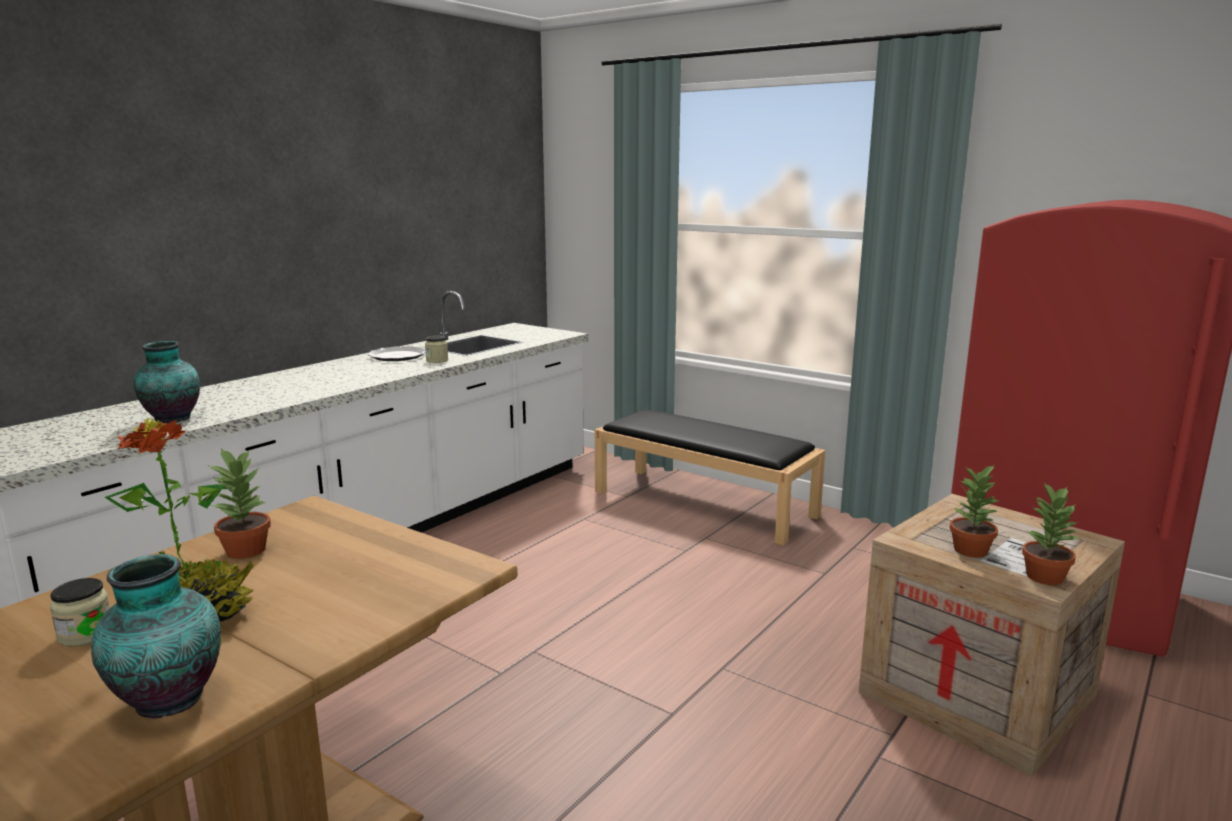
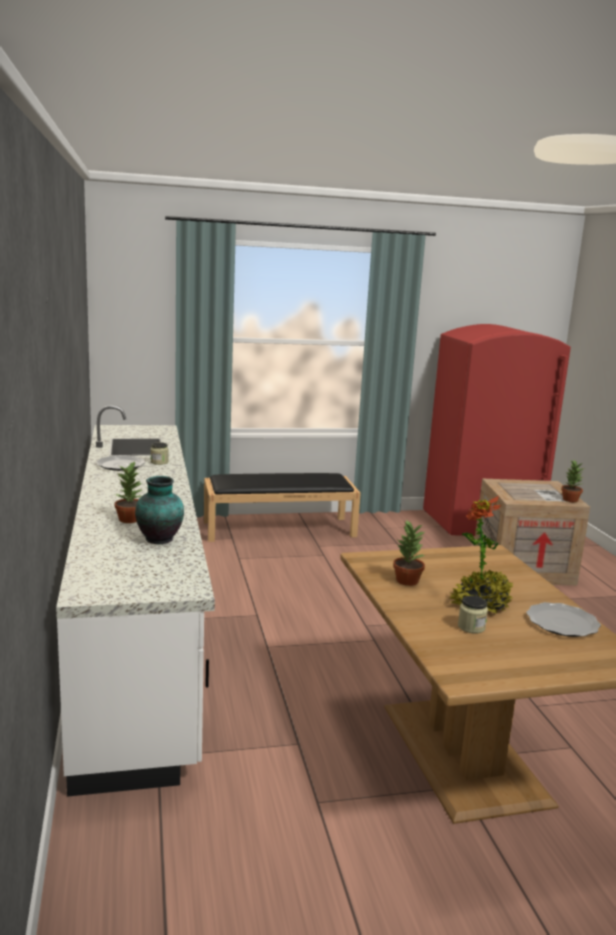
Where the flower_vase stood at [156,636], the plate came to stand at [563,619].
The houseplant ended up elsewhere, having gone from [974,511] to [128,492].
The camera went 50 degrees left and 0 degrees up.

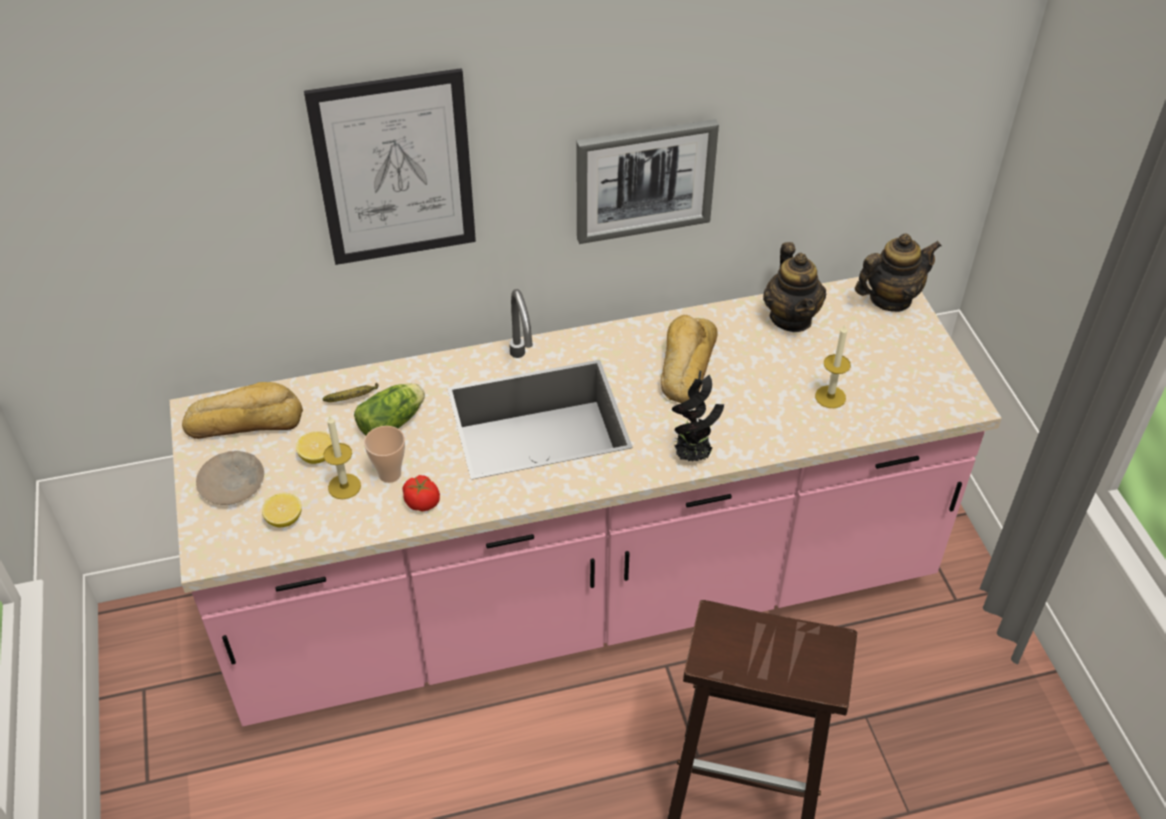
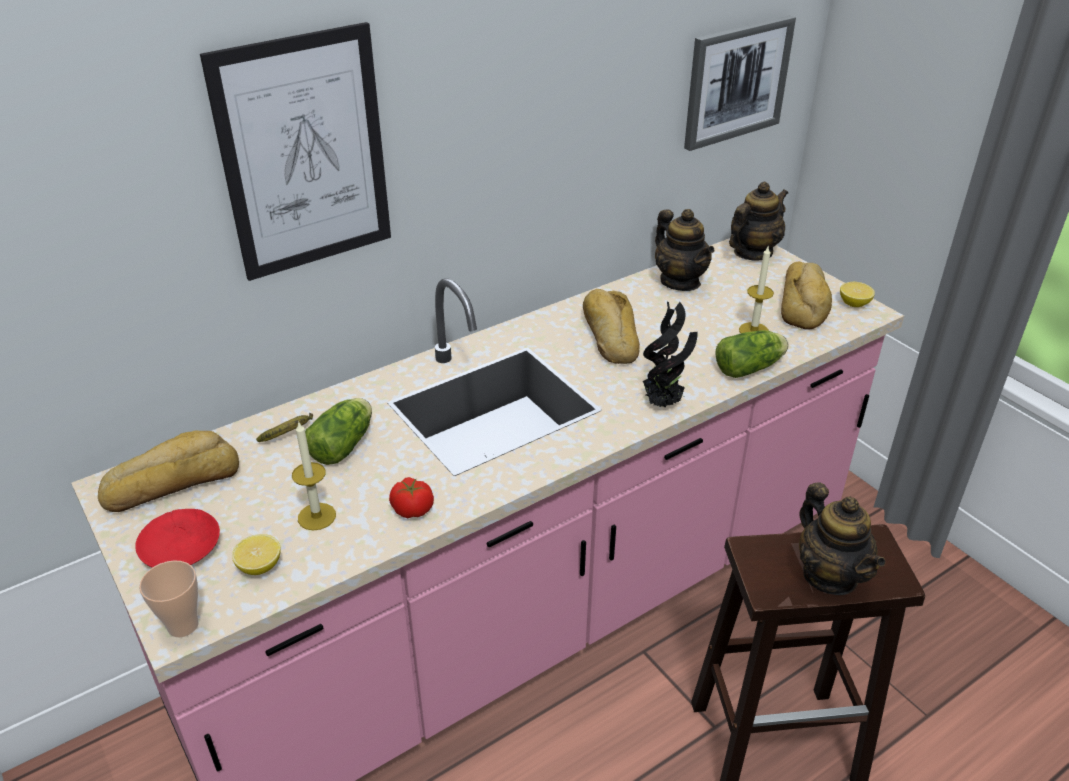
What was the sand-coloured_plate at [230,478] turned into the red-coloured_plate at [177,538].
The citrus_fruit ended up elsewhere, having gone from [314,447] to [857,294].
The drinking_cup ended up elsewhere, having gone from [384,454] to [169,599].
The wall_art ended up elsewhere, having gone from [647,181] to [740,83].
The second view gained the lettuce_head at [752,354].
The second view gained the bread at [806,296].
The second view gained the pot_for_tea at [842,538].
The camera went 20 degrees left and 10 degrees down.

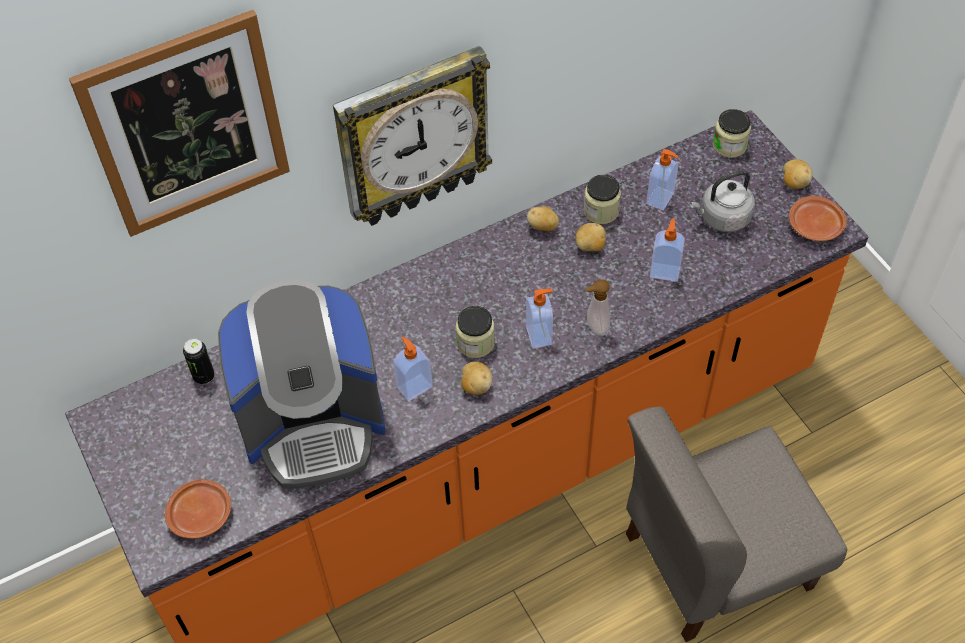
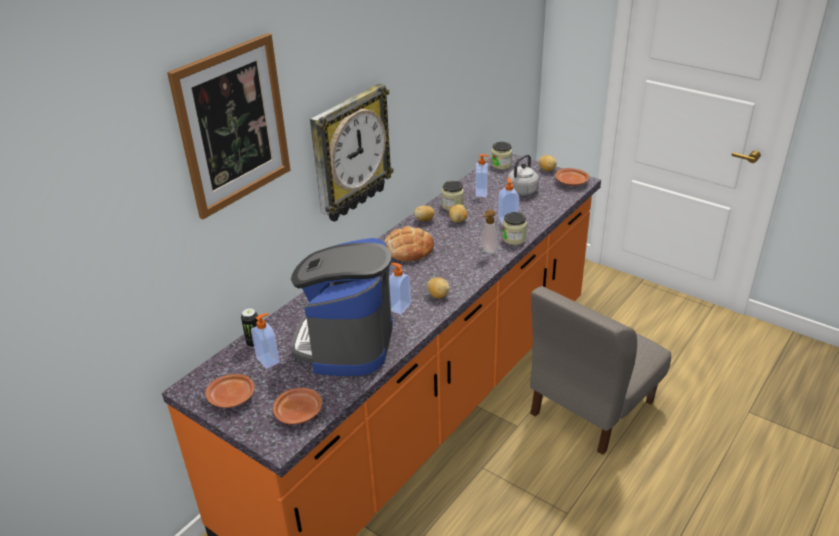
The coffee_brewer at [302,383] ended up facing another way, 135 degrees clockwise from before.
The storage_jar ended up elsewhere, having gone from [475,332] to [514,228].
The soap_bottle ended up elsewhere, having gone from [539,318] to [265,341].
The second view gained the brown-coloured_plate at [230,391].
The second view gained the bread at [409,244].
The camera went 25 degrees left and 20 degrees down.

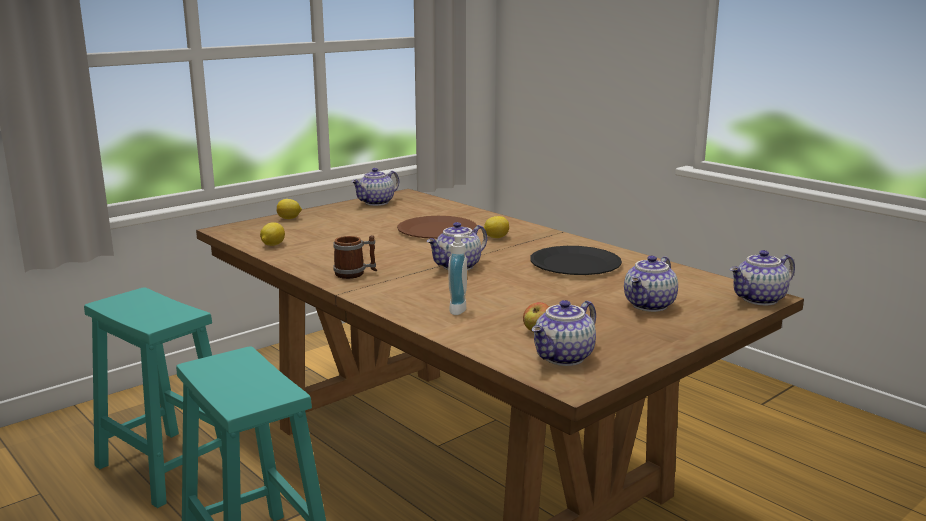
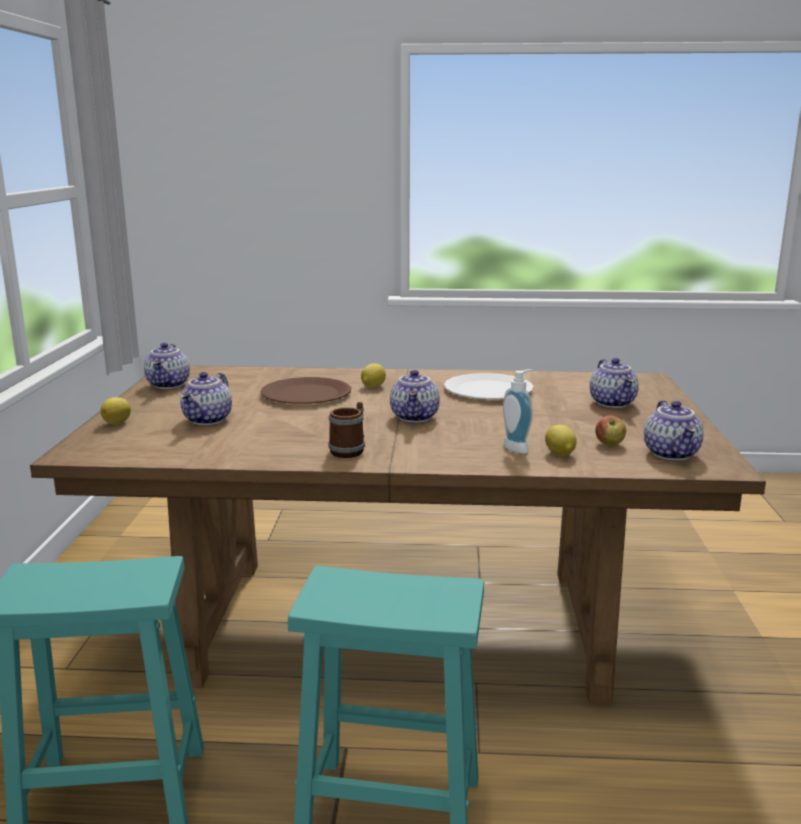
The citrus_fruit ended up elsewhere, having gone from [272,234] to [561,440].
What was the black-coloured_plate at [576,260] turned into the whitish_plate at [488,386].
The pot_for_tea ended up elsewhere, having gone from [762,277] to [206,398].
The camera went 45 degrees left and 0 degrees up.

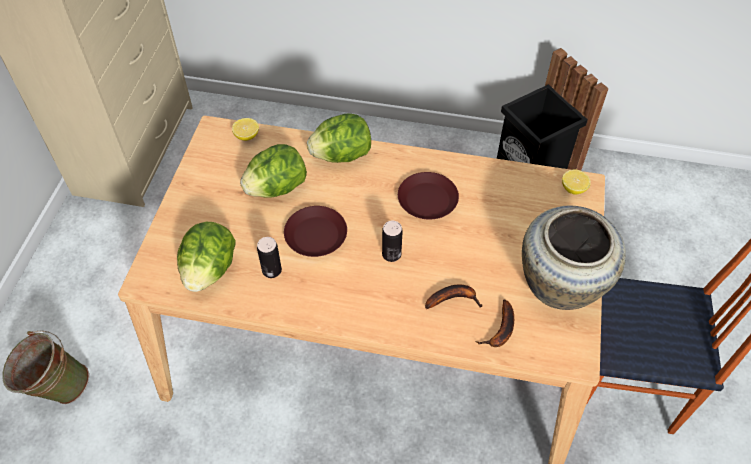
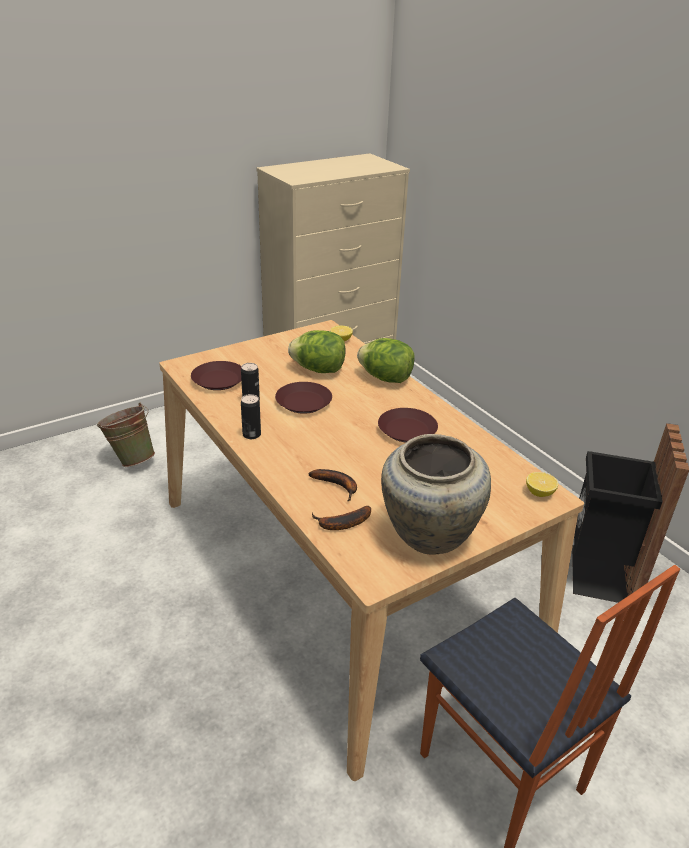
Where the lettuce_head stood at [206,257], the brown-coloured_plate came to stand at [216,375].
The metal_can ended up elsewhere, having gone from [392,241] to [251,416].
The camera went 45 degrees right and 20 degrees down.

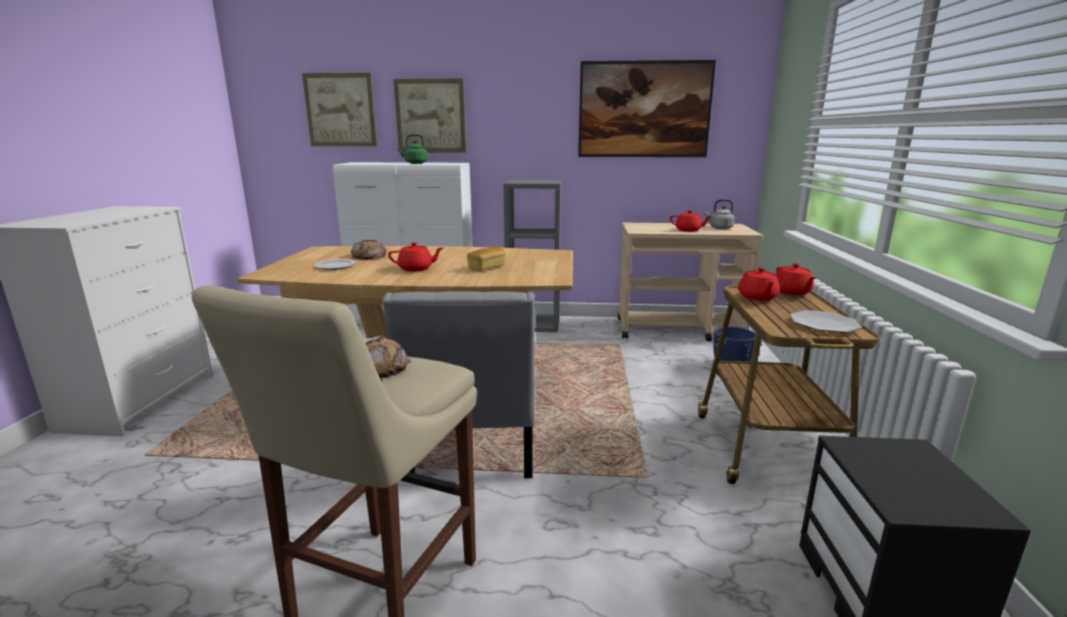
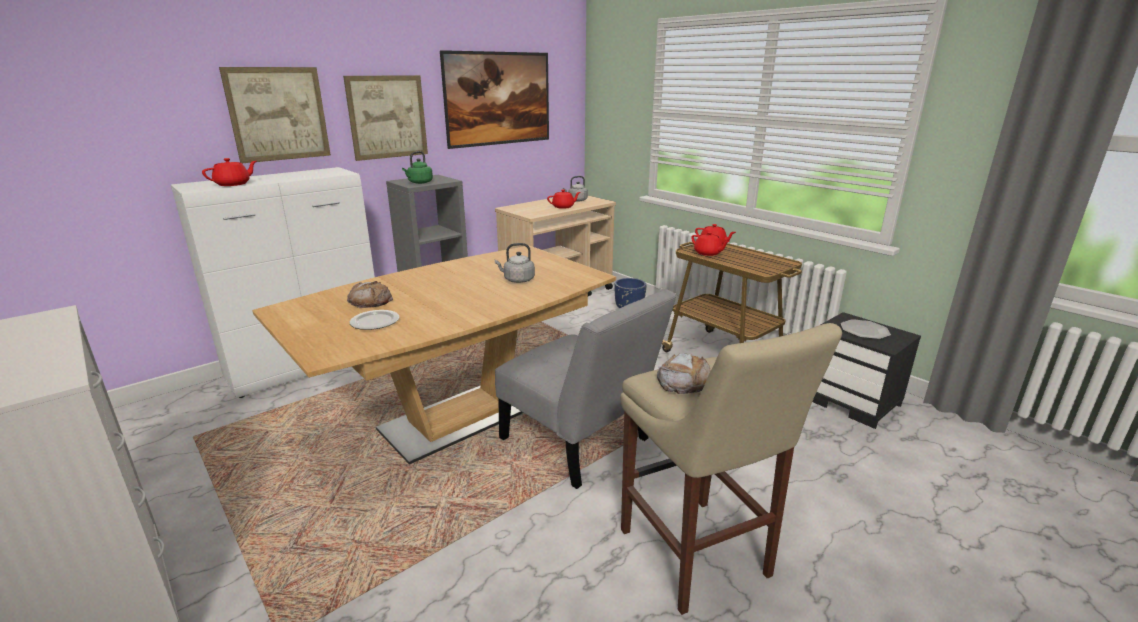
The wall_art ended up elsewhere, having gone from [339,109] to [385,118].
The red-coloured_pot_for_tea ended up elsewhere, having gone from [415,256] to [229,172].
The green_tea_kettle ended up elsewhere, having gone from [412,149] to [417,167].
Where the bread stood at [486,258], the gray_tea_kettle came to stand at [515,263].
The plate ended up elsewhere, having gone from [826,321] to [866,329].
The camera went 45 degrees left and 5 degrees up.

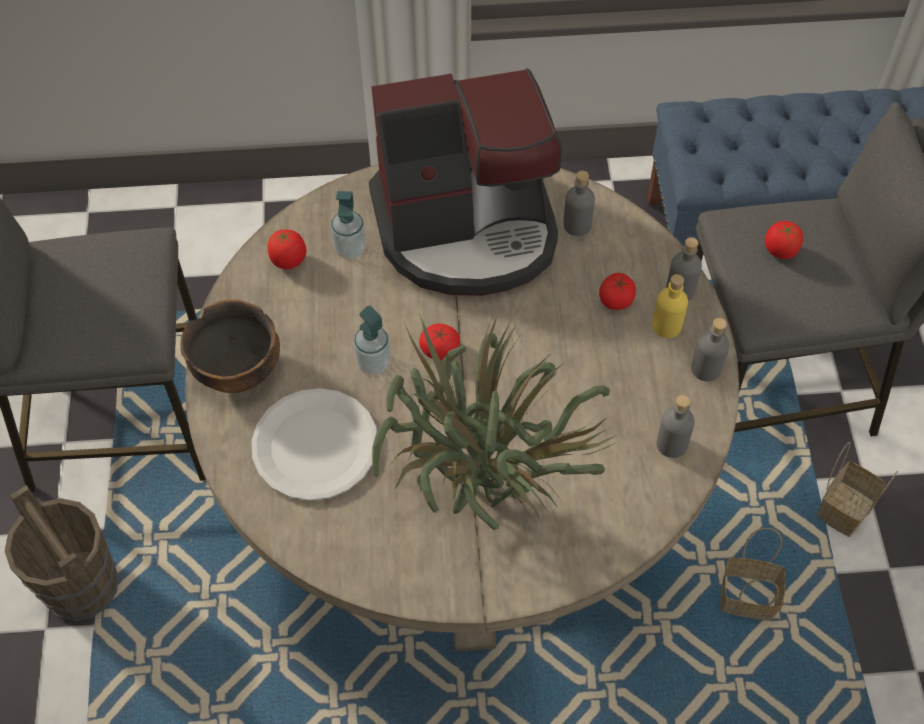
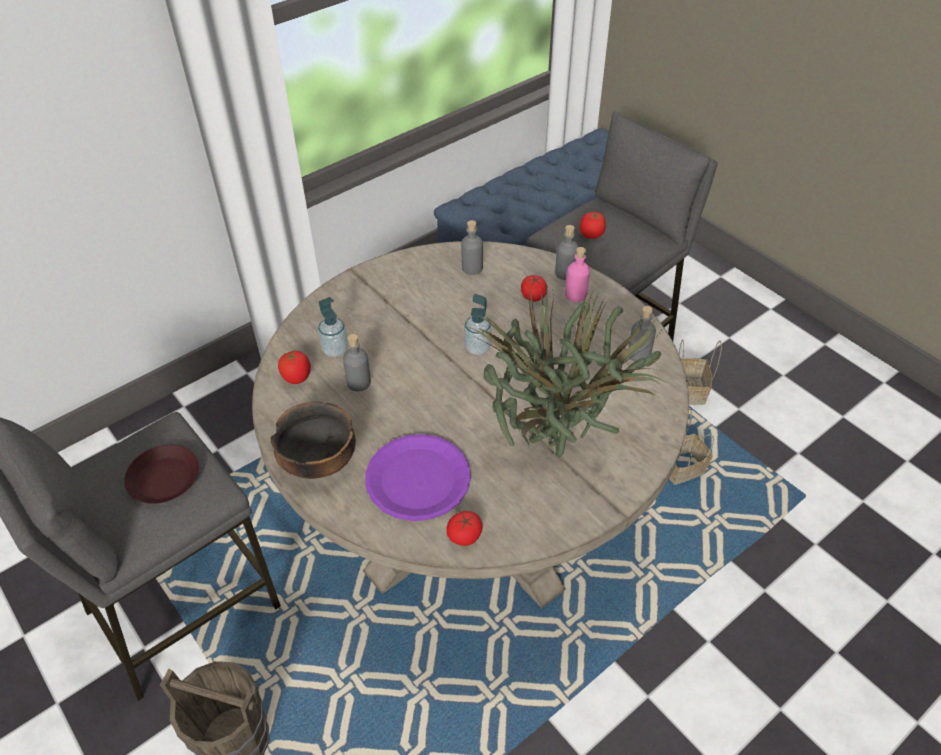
What was the whitish_plate at [314,444] turned into the purple-coloured_plate at [418,477].
The soap_bottle ended up elsewhere, having gone from [372,340] to [478,324].
The second view lost the coffee_brewer at [465,182].
The whole_tomato ended up elsewhere, having gone from [439,342] to [464,528].
What was the yellowish_bottle at [670,306] turned into the pink-coloured_bottle at [577,274].
The gray_bottle ended up elsewhere, having gone from [710,350] to [357,362].
The second view gained the brown-coloured_plate at [161,474].
The camera went 35 degrees left and 10 degrees down.

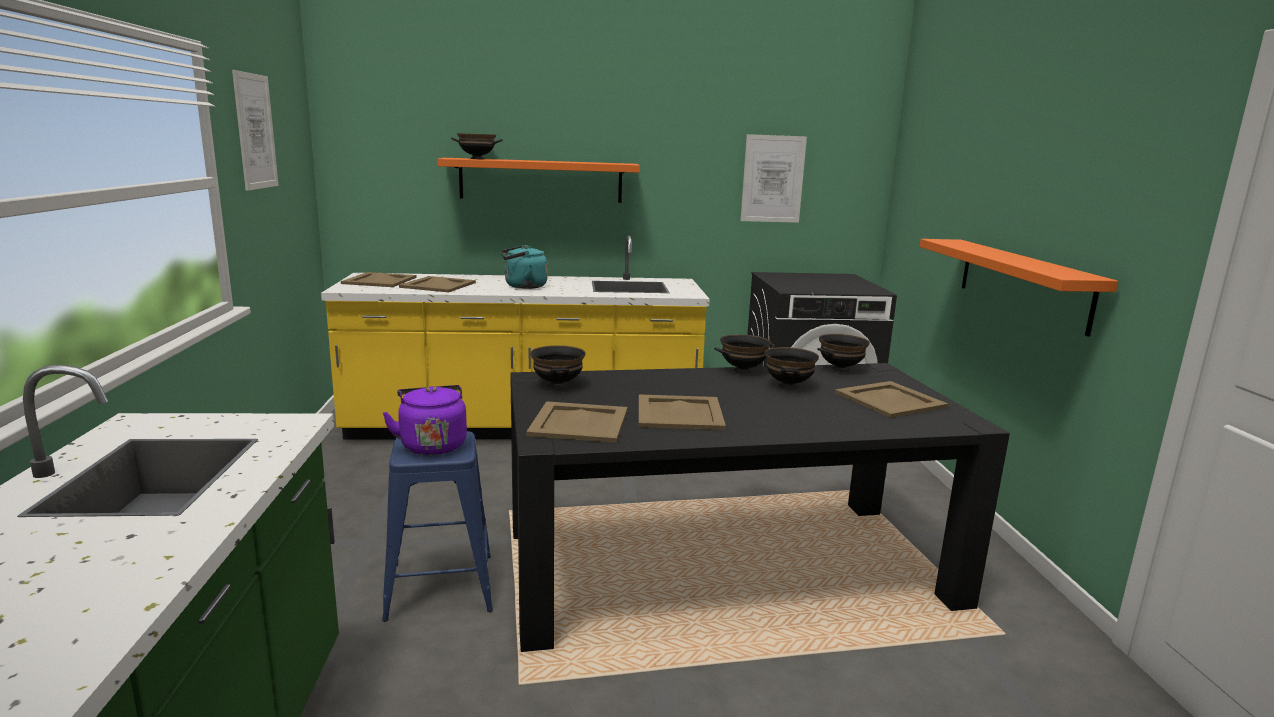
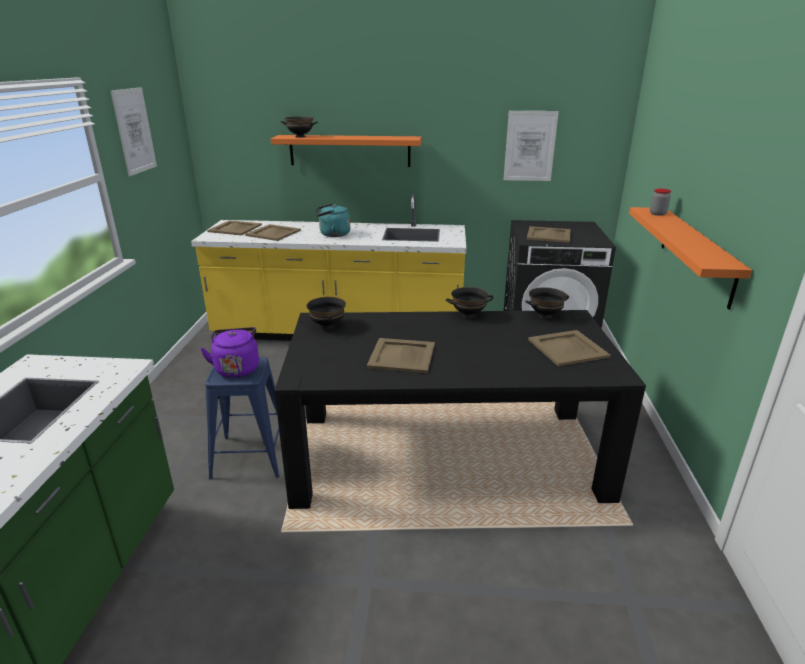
The sand-coloured_carrying_tray ended up elsewhere, having gone from [577,422] to [549,234].
The second view lost the black-coloured_serving_bowl at [792,368].
The second view gained the storage_jar at [660,202].
The camera went 10 degrees right and 10 degrees up.

